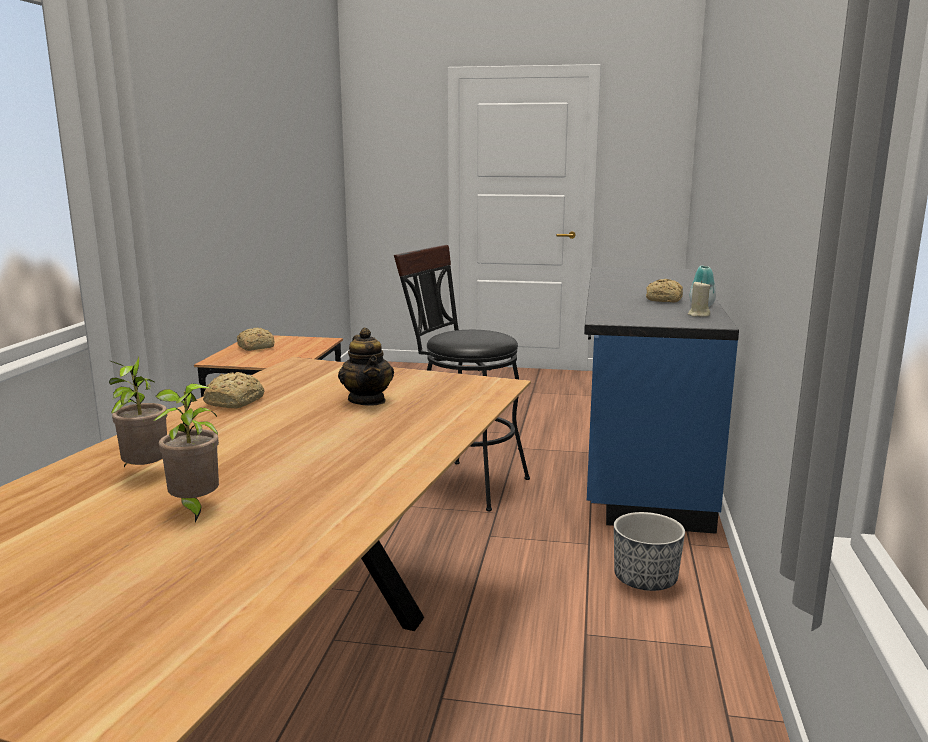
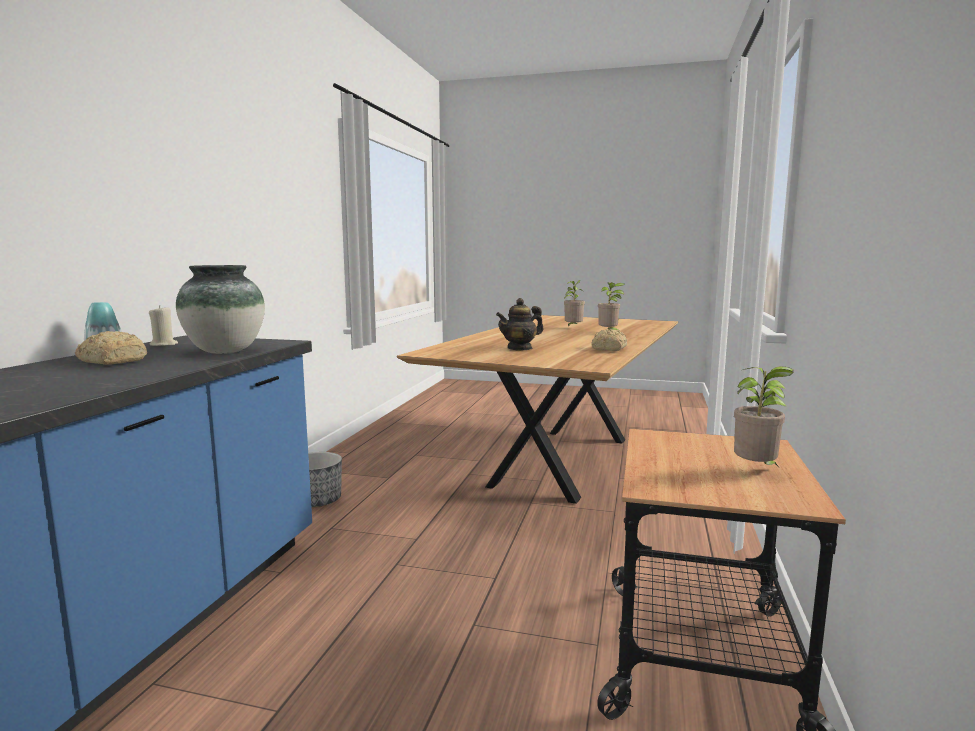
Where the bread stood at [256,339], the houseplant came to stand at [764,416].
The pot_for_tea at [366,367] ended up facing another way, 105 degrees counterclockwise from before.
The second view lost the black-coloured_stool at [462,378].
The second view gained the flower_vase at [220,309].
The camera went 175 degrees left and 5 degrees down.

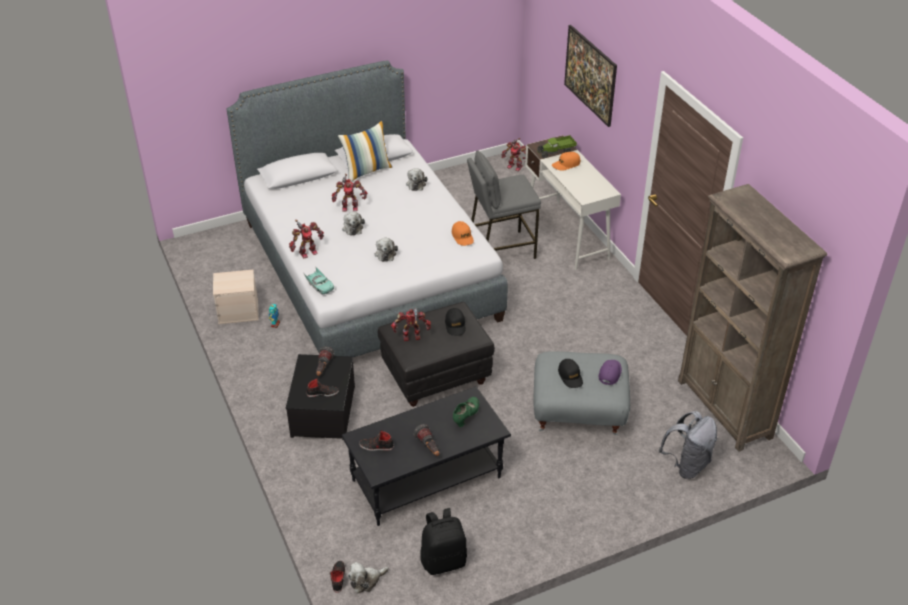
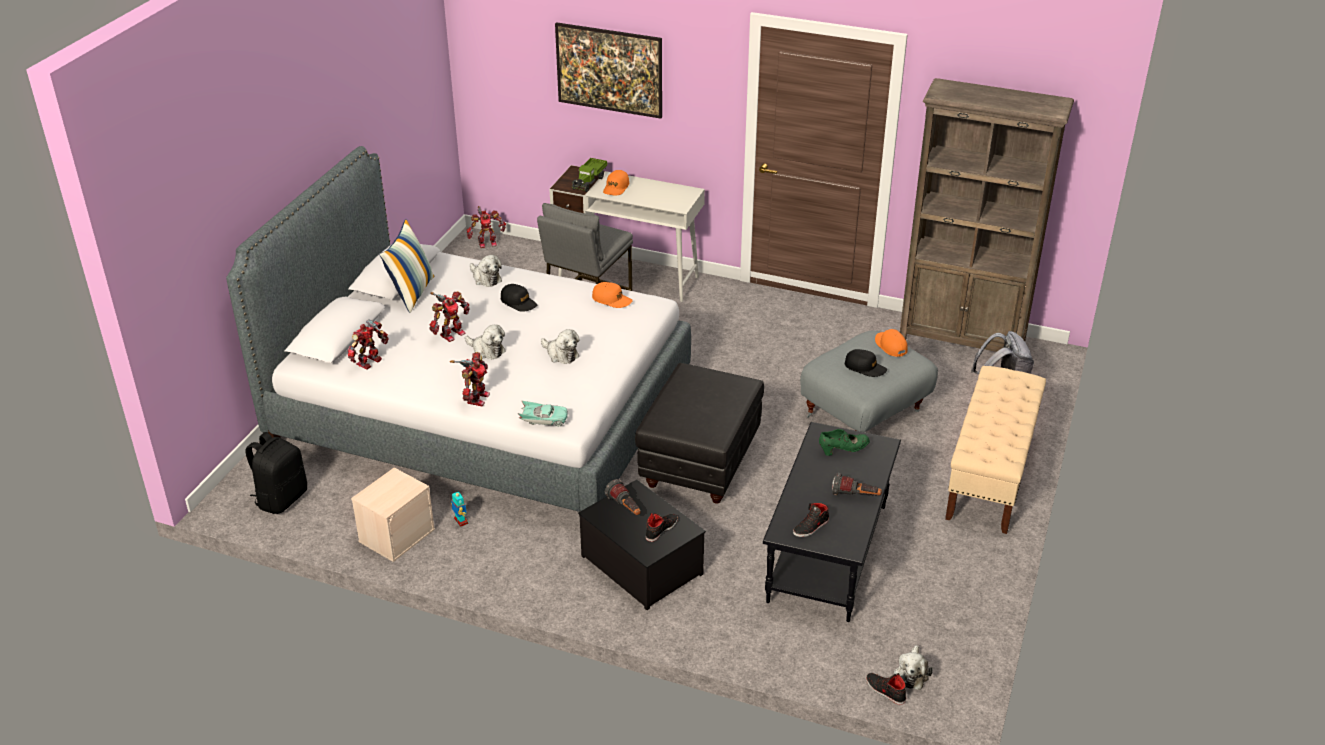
The robot_figure ended up elsewhere, having gone from [411,324] to [367,344].
The black-coloured_knapsack ended up elsewhere, having gone from [443,541] to [276,473].
The black-coloured_baseball_cap ended up elsewhere, having gone from [455,322] to [519,298].
The green_low_shoe at [466,412] ended up facing another way, 90 degrees clockwise from before.
What was the purple-coloured_baseball_cap at [610,372] turned into the orange_baseball_cap at [891,343].
The second view gained the sand-coloured_bench at [995,450].
The camera went 45 degrees left and 5 degrees down.

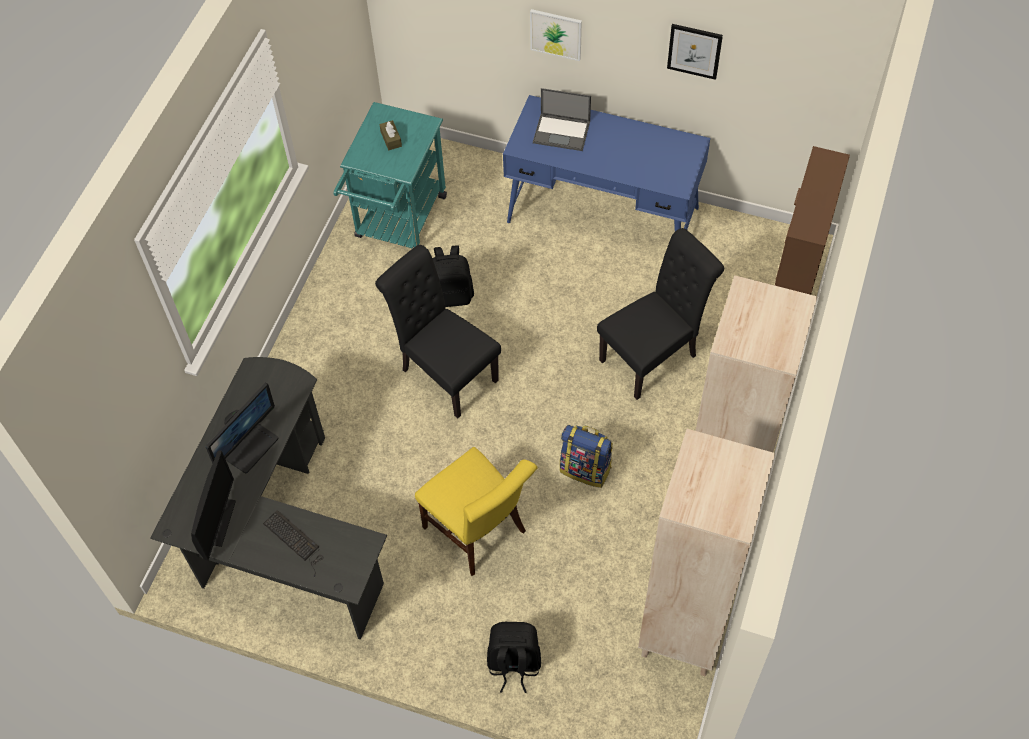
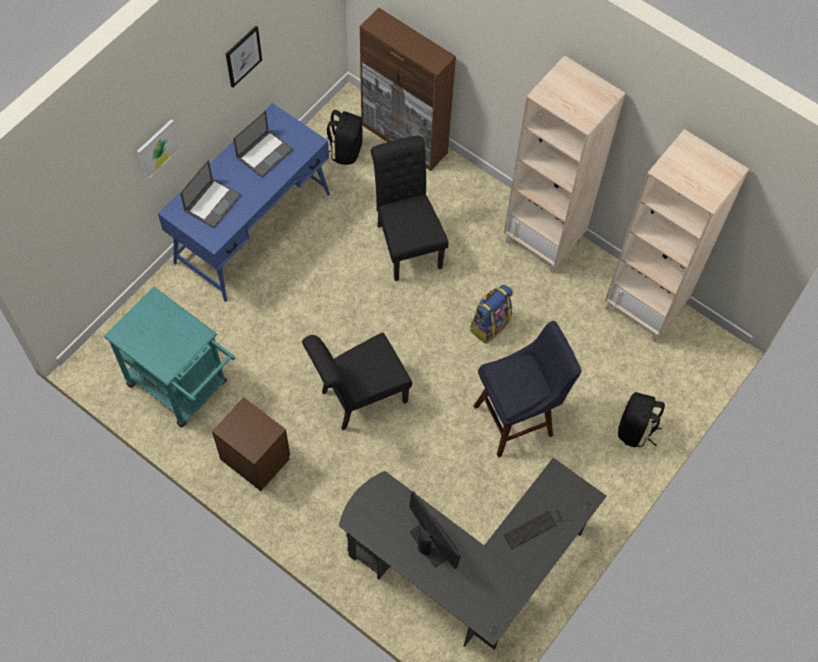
The second view lost the monitor at [213,505].
The second view lost the brown-coloured_tissue_box at [390,135].
Where the yellowish_upright_chair stood at [476,511], the bluish_stool came to stand at [527,389].
The black-coloured_knapsack ended up elsewhere, having gone from [453,276] to [345,137].
The second view gained the brown-coloured_night_table at [251,444].
The second view gained the notebook_computer at [263,144].
The camera went 75 degrees left and 5 degrees up.

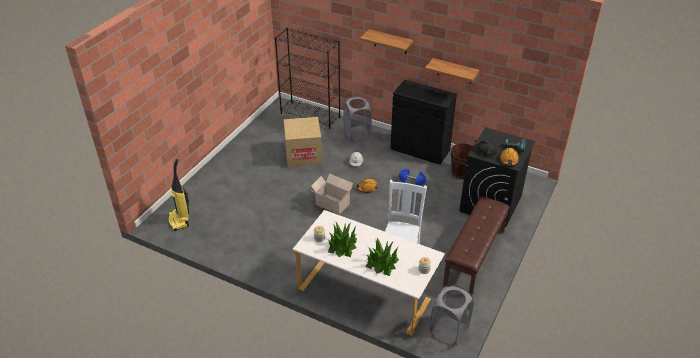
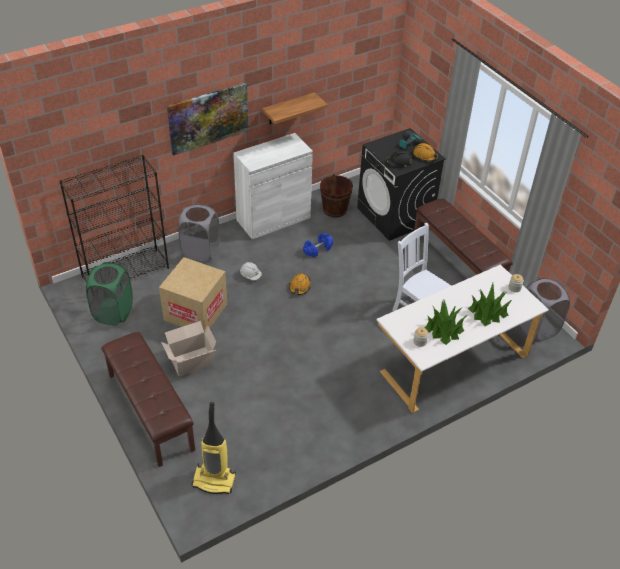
The cardboard_box ended up elsewhere, having gone from [332,194] to [188,348].
Where the shelf hung at [386,41], the wall_art came to hang at [208,119].
What was the black-coloured_storage_cabinet at [423,122] turned into the whitish_storage_cabinet at [273,186].
The second view gained the green_laundry_basket at [109,293].
The second view gained the brown-coloured_bench at [148,399].
The camera went 60 degrees left and 5 degrees up.

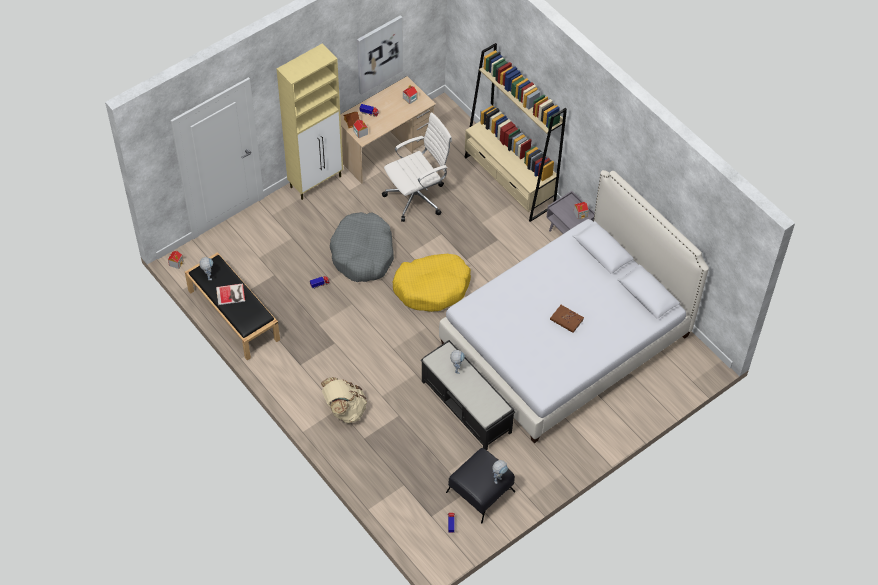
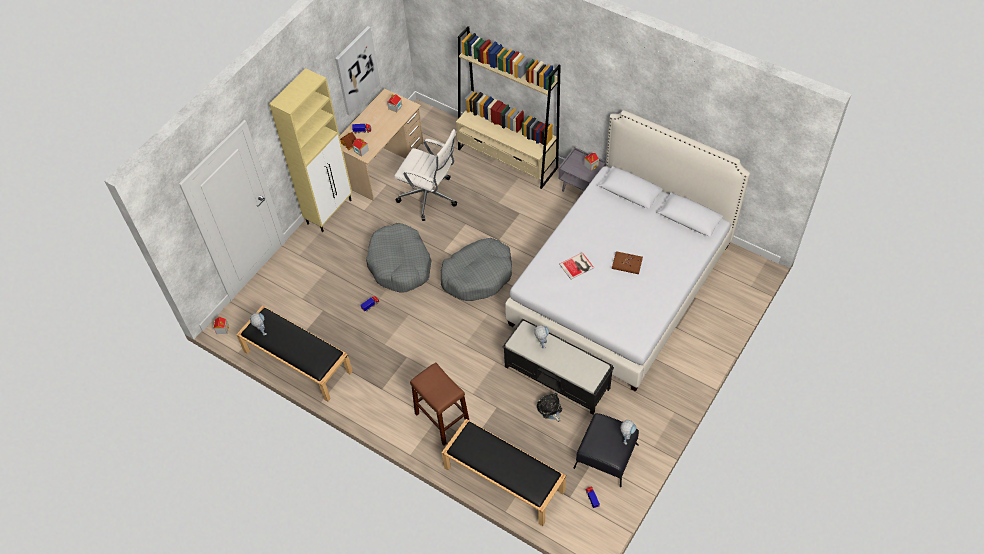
The volume ended up elsewhere, having gone from [230,294] to [576,266].
Where the sand-coloured_knapsack stood at [344,400], the brown-coloured_stool came to stand at [440,403].
The whitish_office_chair at [417,167] ended up facing another way, 75 degrees clockwise from before.
What was the yellowish_dog_cushion at [432,283] turned into the gray_dog_cushion at [476,269].
The second view gained the black-coloured_bench at [504,472].
The second view gained the plush_toy at [549,407].
The camera went 15 degrees left and 0 degrees up.

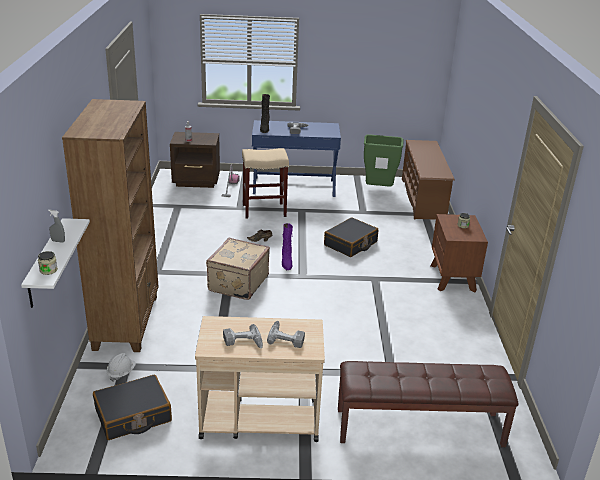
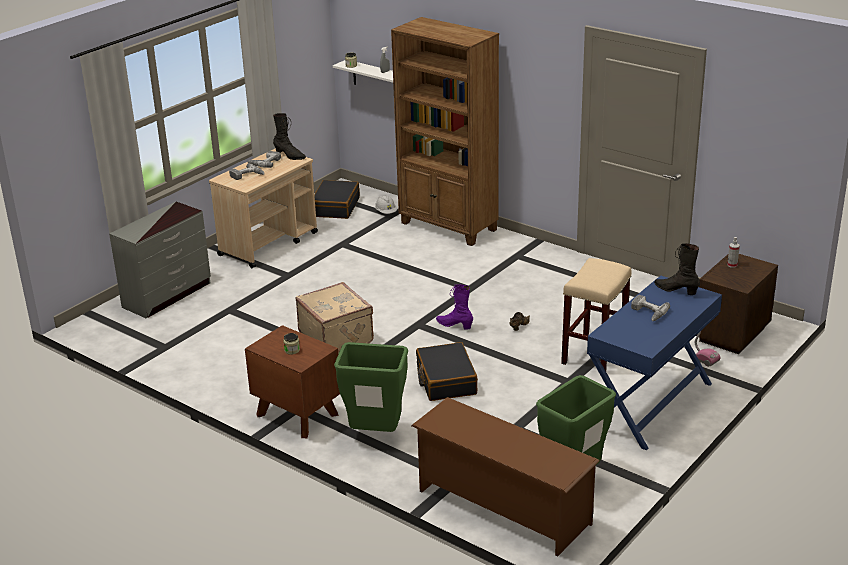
The sand-coloured_suitcase ended up elsewhere, having gone from [238,269] to [335,318].
Where the brown-coloured_bench stood at [428,404], the gray_drawer_chest came to stand at [160,260].
The second view gained the black-coloured_tall_boot at [289,136].
The second view gained the green_trash_can at [371,387].
The camera went 130 degrees right and 0 degrees up.

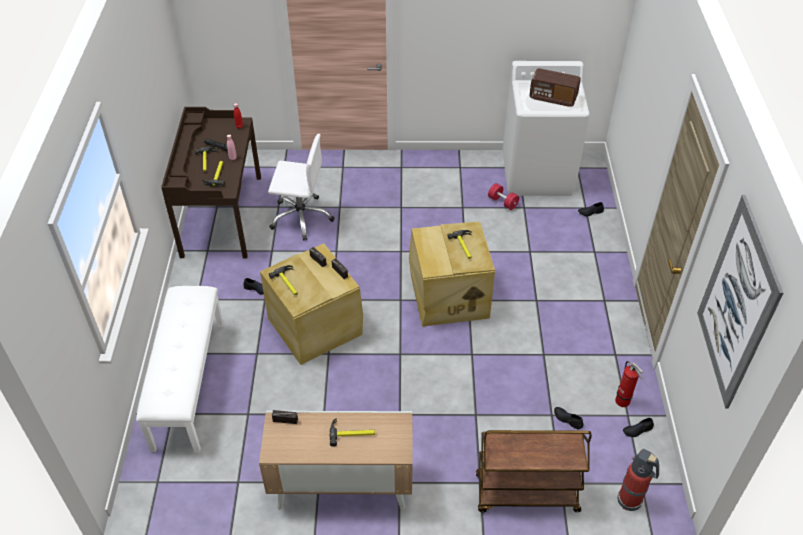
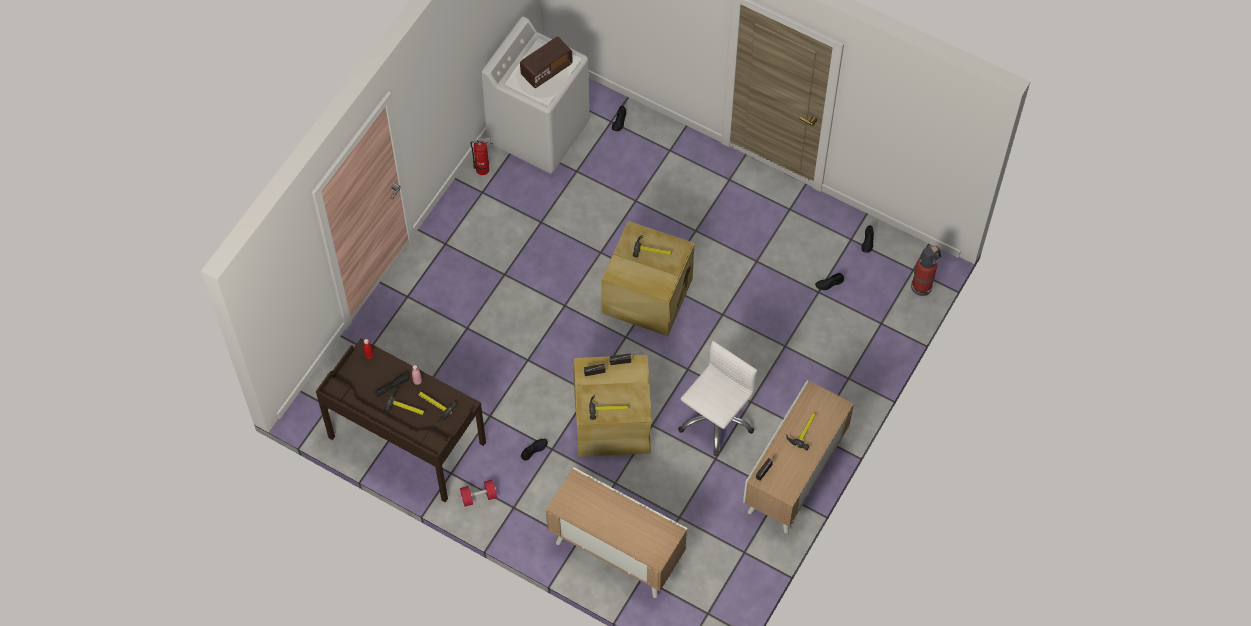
Where the whitish_bench stood at [180,369], the storage_cabinet came to stand at [617,532].
The whitish_office_chair ended up elsewhere, having gone from [301,187] to [717,398].
The second view lost the brown-coloured_wheeled_cart at [534,471].
The red-coloured_free_weight ended up elsewhere, having gone from [503,196] to [478,493].
The fire-fighting_cylinder ended up elsewhere, having gone from [629,384] to [482,156].
The second view lost the wall_art at [740,302].
The camera went 60 degrees left and 15 degrees up.

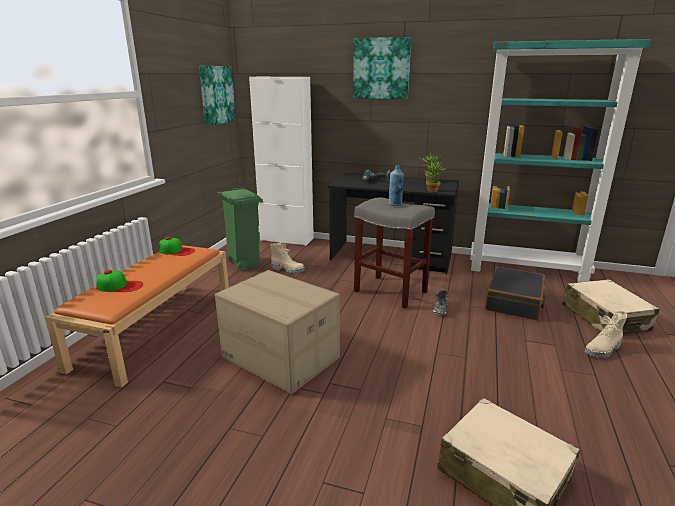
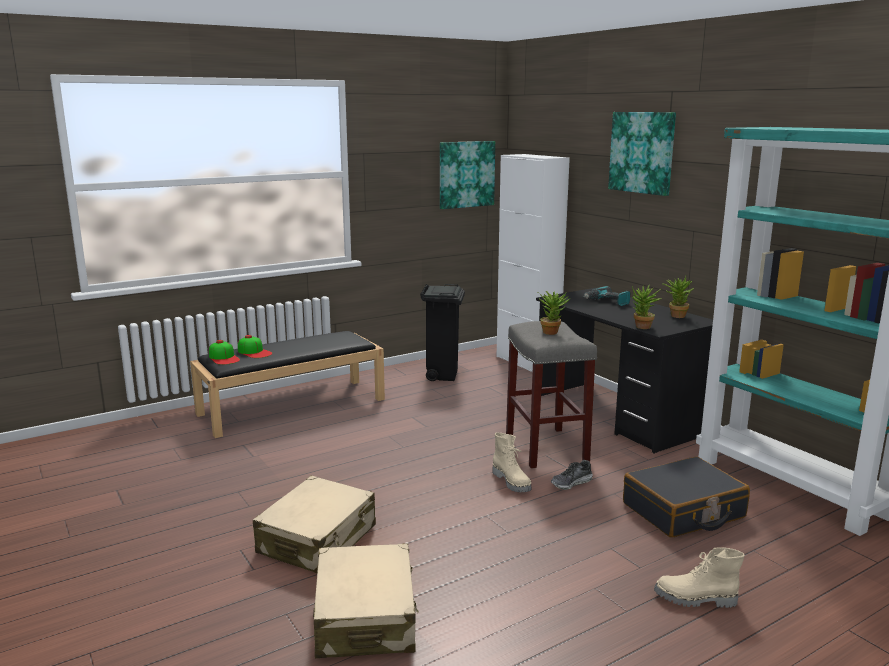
What was the orange_bench at [137,316] turned into the black-coloured_bench at [287,384].
The baseball_cap ended up elsewhere, having gone from [177,246] to [224,352].
The second view lost the cardboard_box at [277,332].
What was the green_trash_can at [240,229] turned into the black-coloured_trash_can at [442,332].
The sand-coloured_tall_boot ended up elsewhere, having gone from [287,258] to [512,462].
Where the bluish_bottle stood at [396,185], the houseplant came to stand at [554,313].
The sand-coloured_suitcase ended up elsewhere, having gone from [611,307] to [314,525].
The camera went 40 degrees right and 5 degrees down.

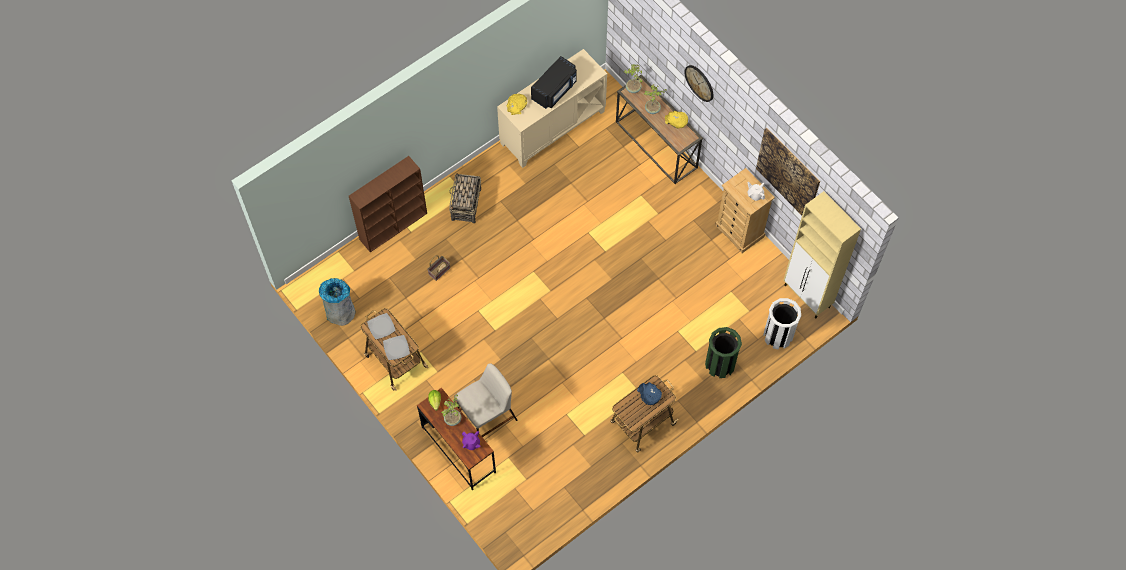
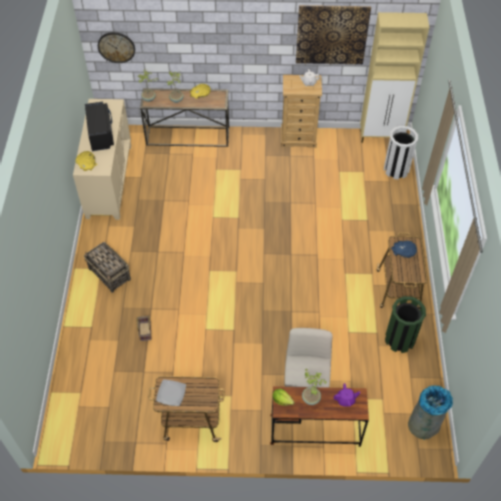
The gray_trash_can ended up elsewhere, having gone from [337,302] to [430,413].
The second view lost the brown-coloured_bookcase at [388,204].
The second view lost the plate at [396,347].
The clock_on_the_wall ended up elsewhere, having gone from [698,83] to [116,47].
The green_trash_can ended up elsewhere, having gone from [723,352] to [405,324].
The camera went 50 degrees left and 10 degrees down.

